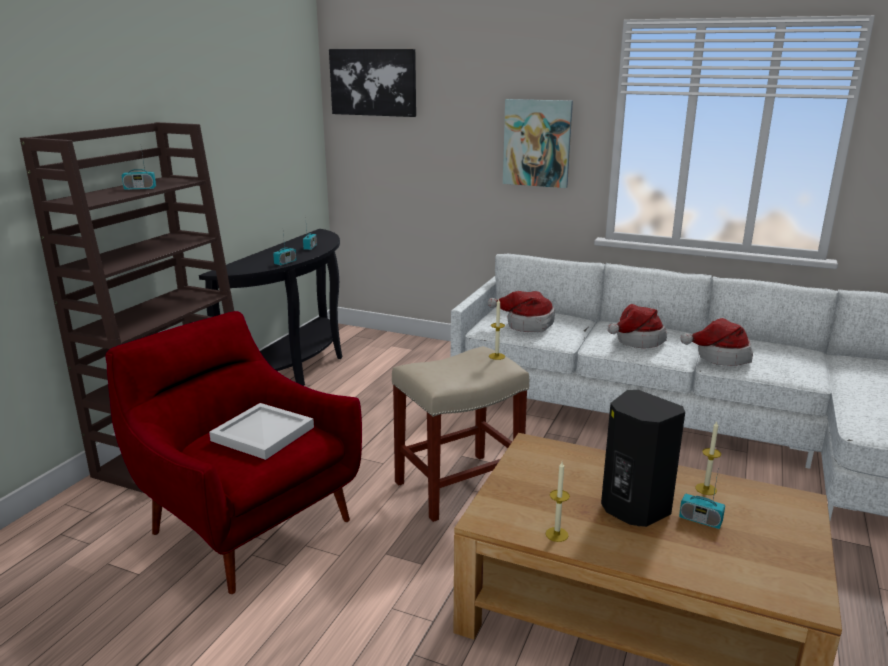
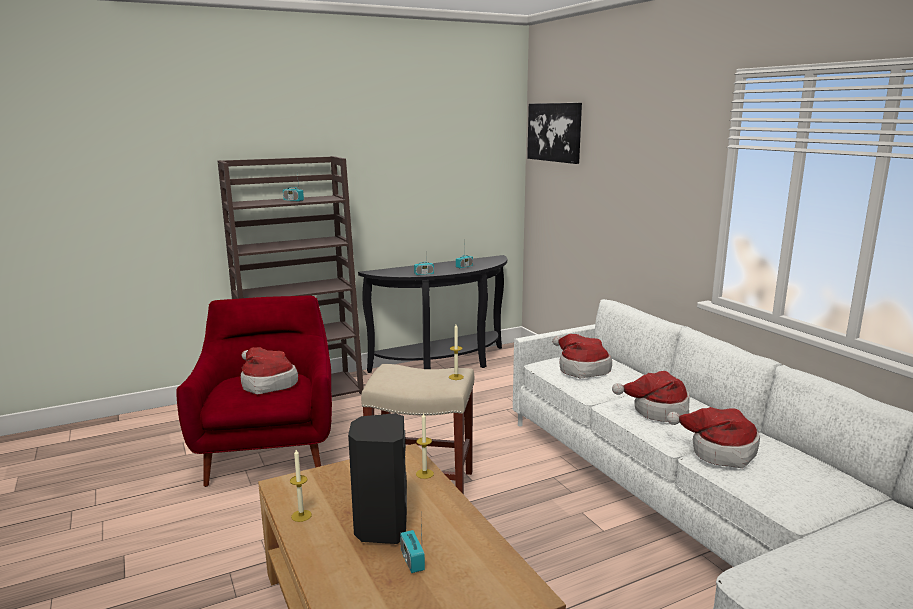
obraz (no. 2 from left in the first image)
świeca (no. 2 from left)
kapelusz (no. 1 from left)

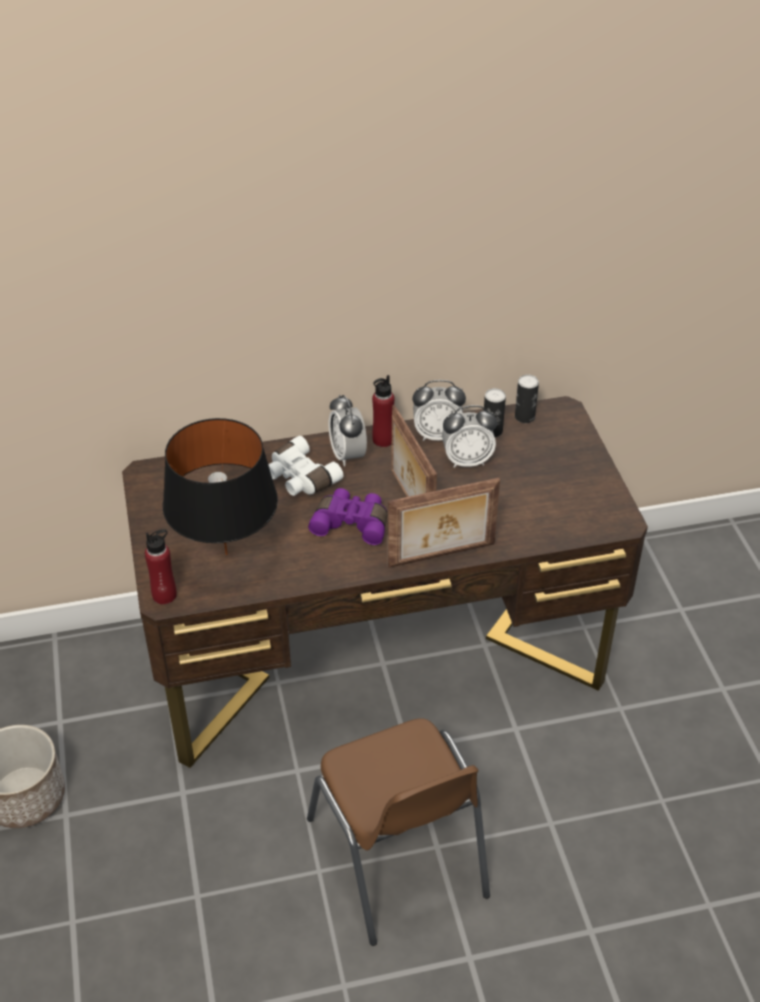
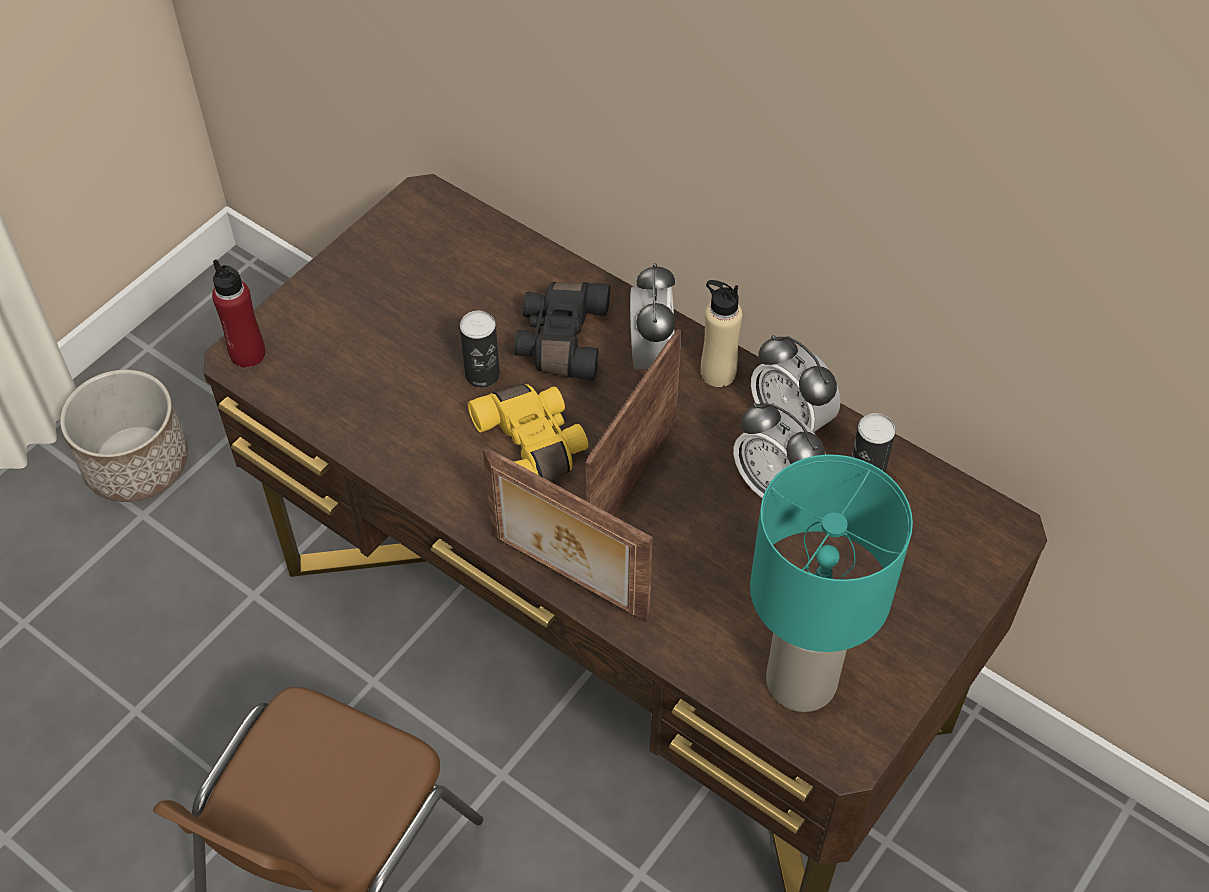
lampa stołowa/czarny
lampa stołowa/turkusowy
puszka (no. 1 from left)
lornetka/czarny
lornetka/żółty
butelka/beżowy
budzik (no. 1 from left)

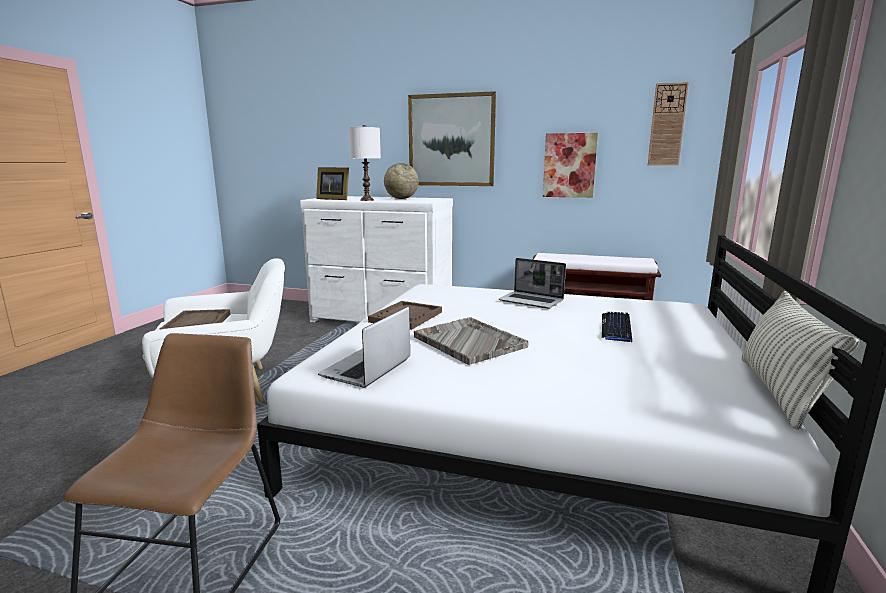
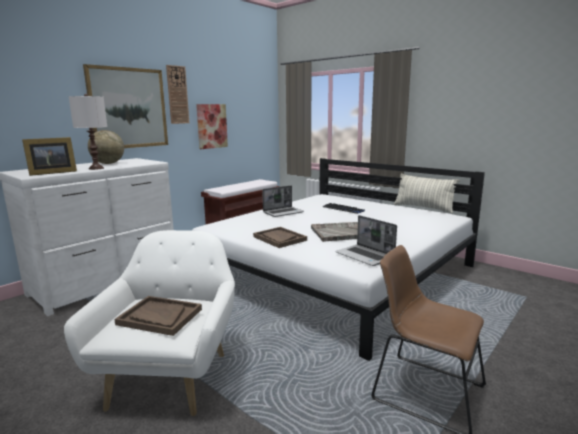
zegar ścienny

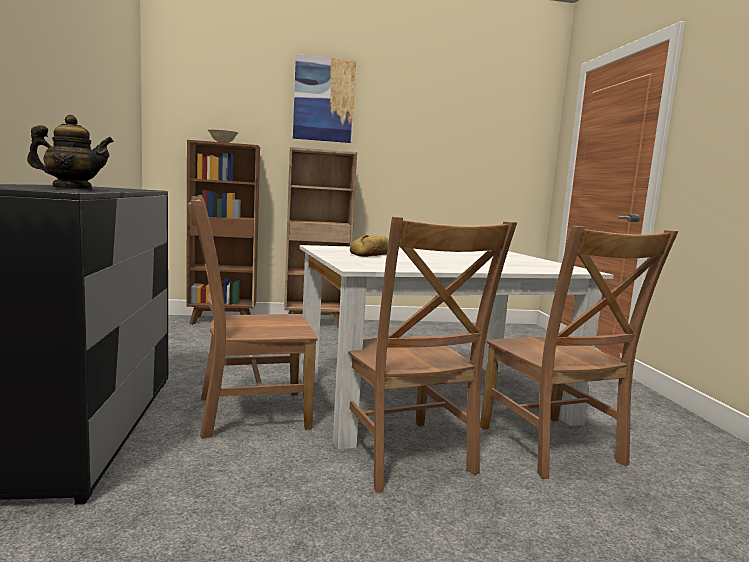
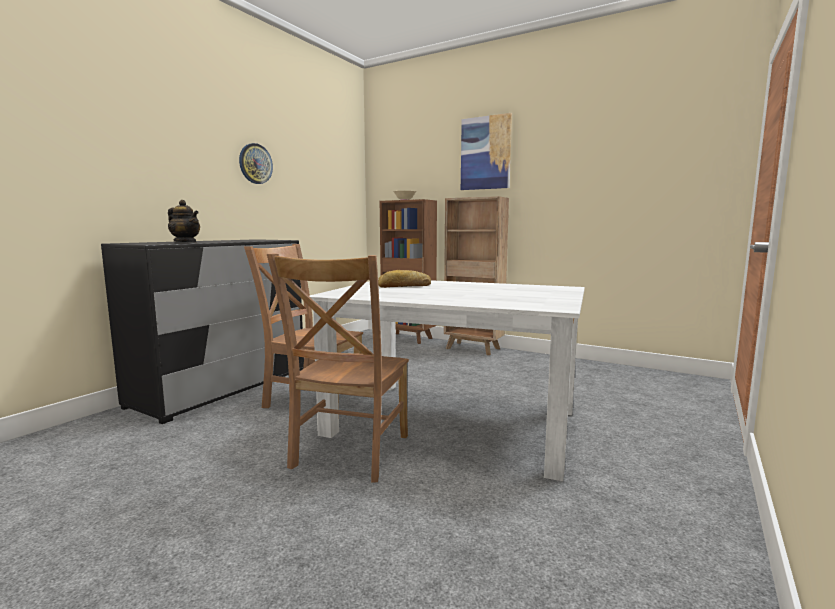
krzesło/brązowy (no. 3 from left in the first image)
zegar ścienny

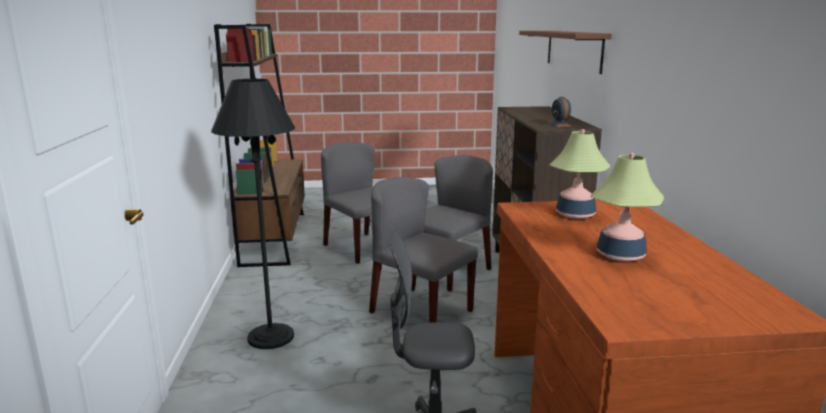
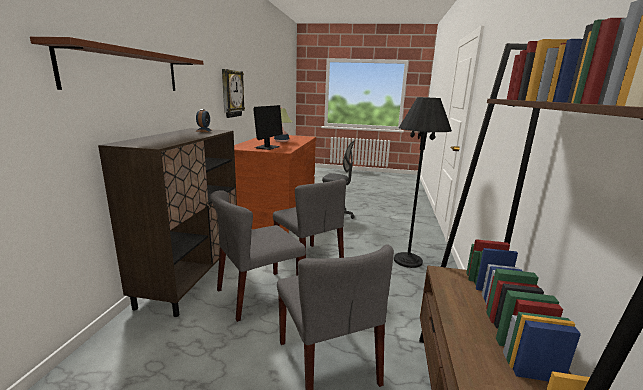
zegar ścienny
monitor

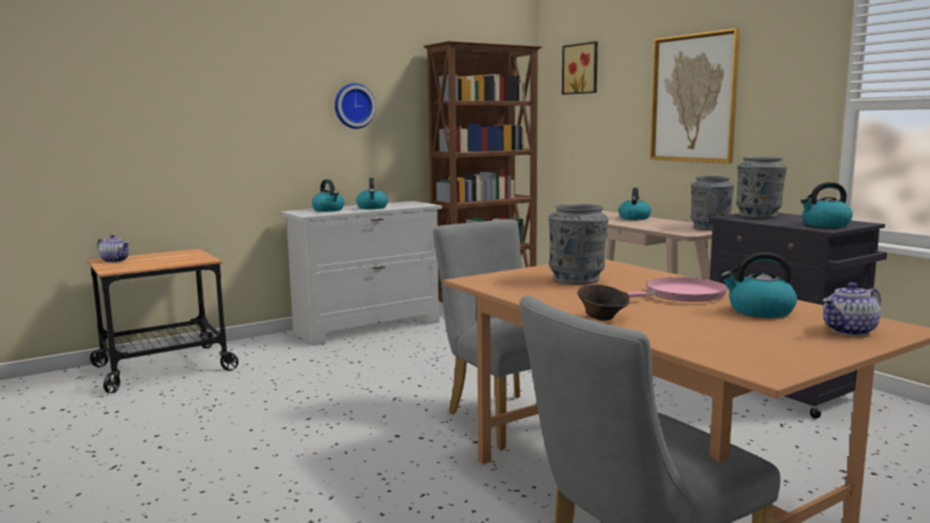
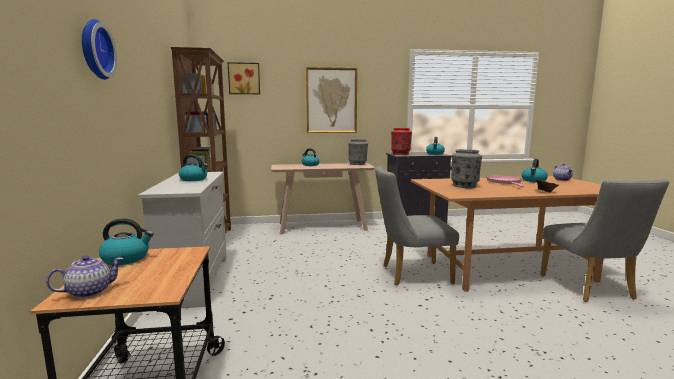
czajnik (no. 1 from left)
zegar ścienny
wazon/czerwony

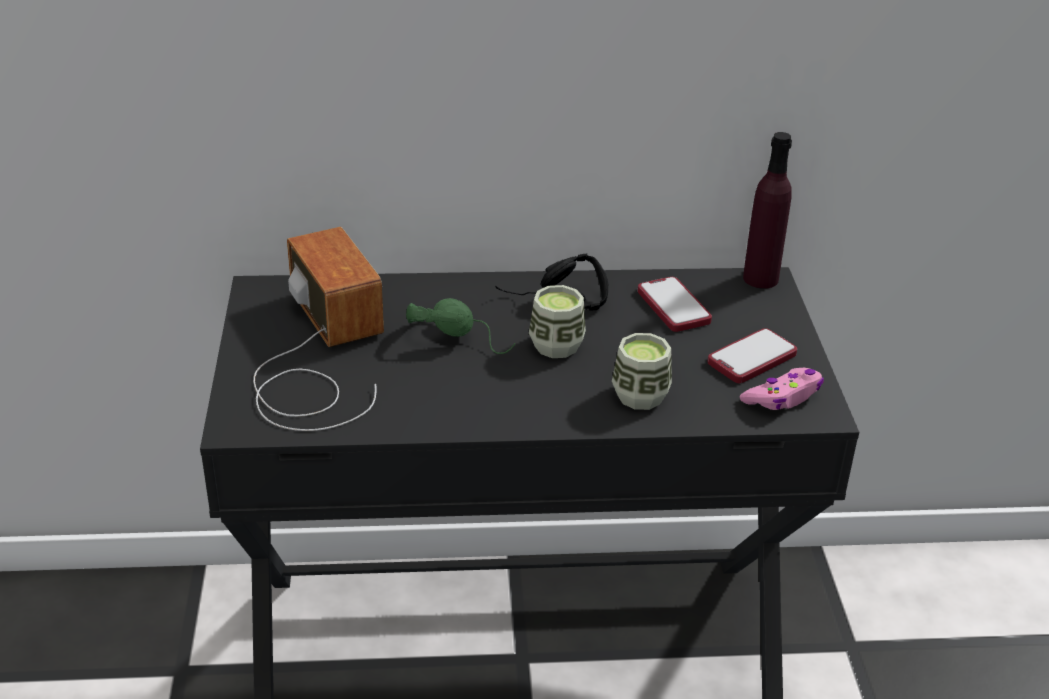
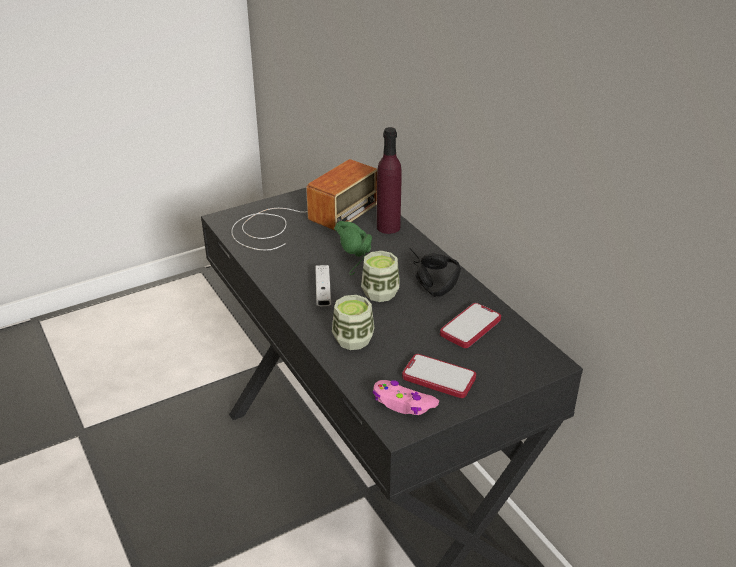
pad do gier/biały
butelka/fioletowy

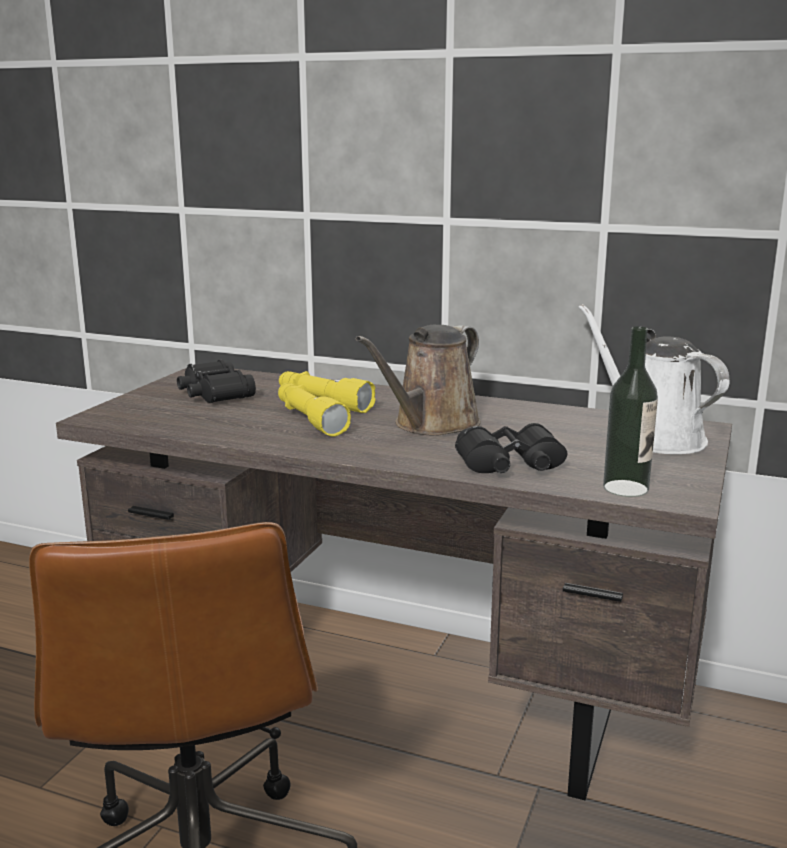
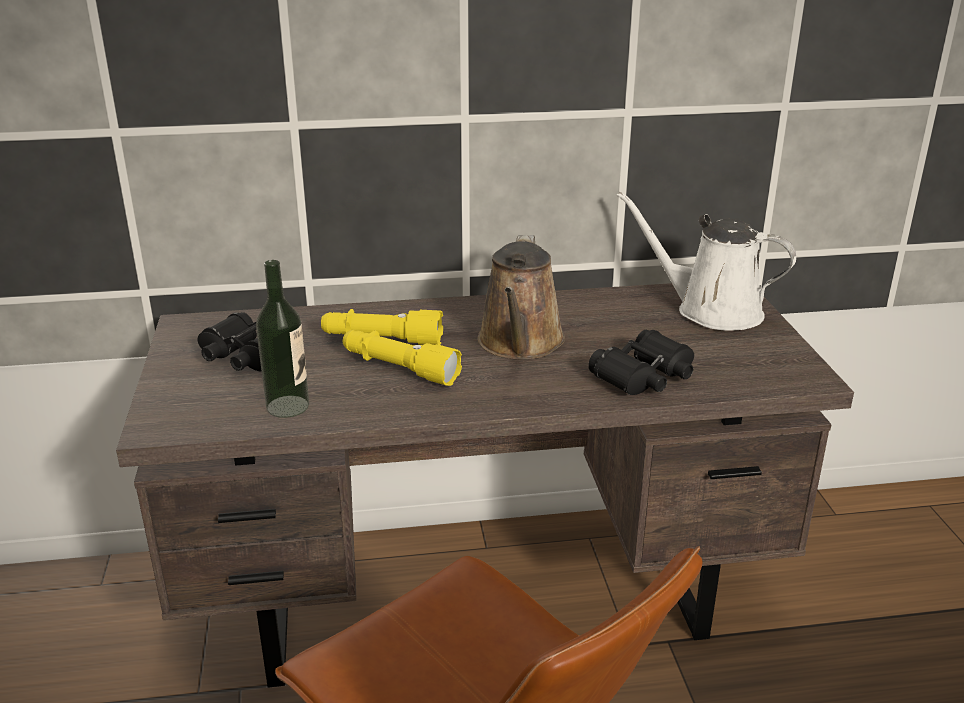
butelka

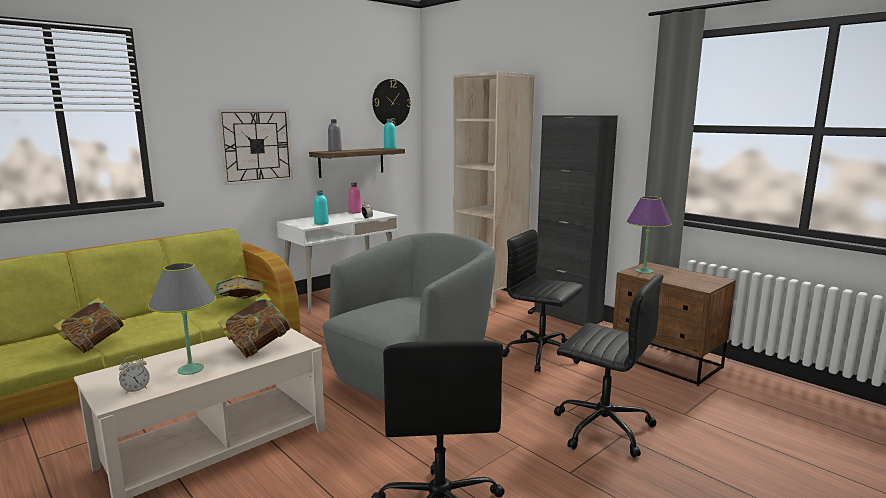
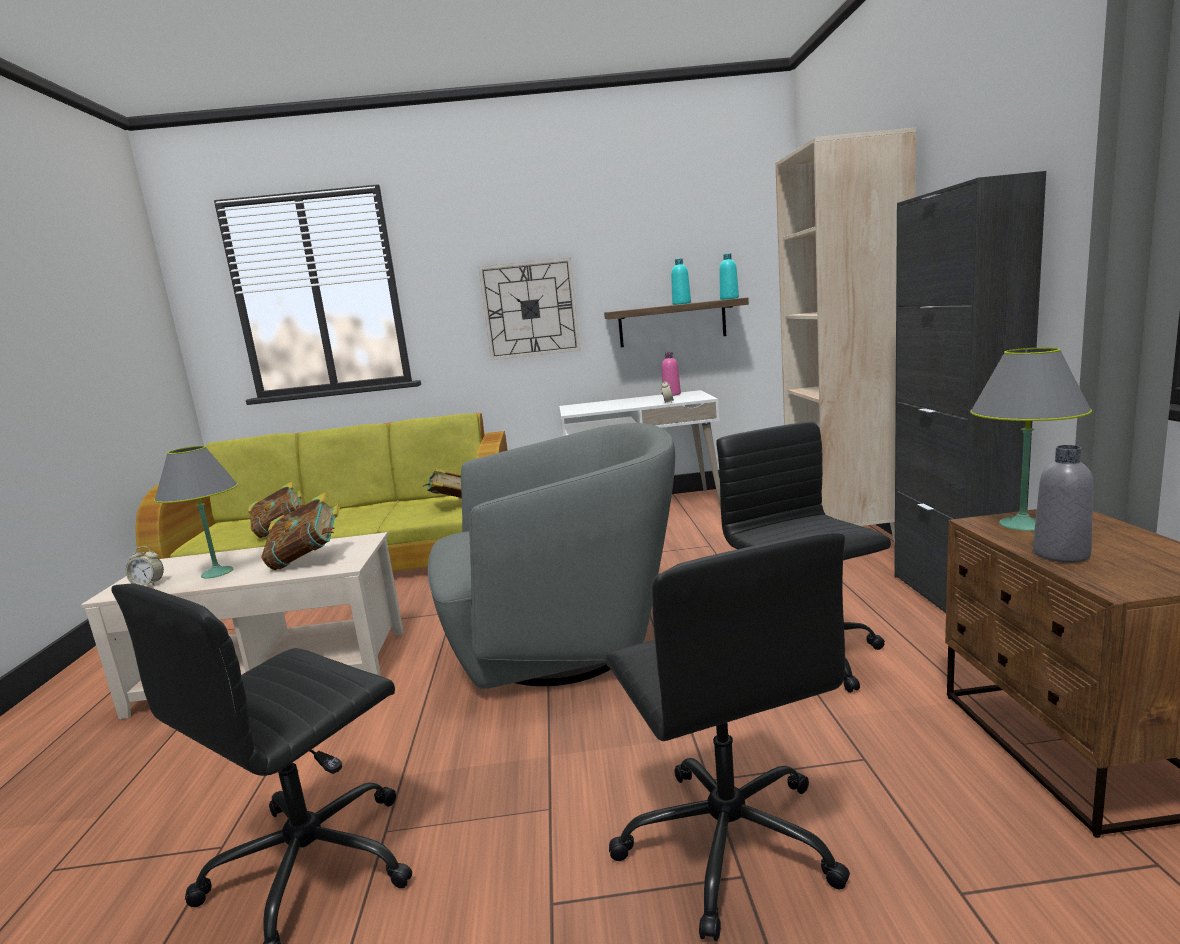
zegar ścienny (no. 2 from left in the first image)
butelka/turkusowy (no. 1 from left)
butelka/szary
lampa stołowa/szary (no. 2 from left)

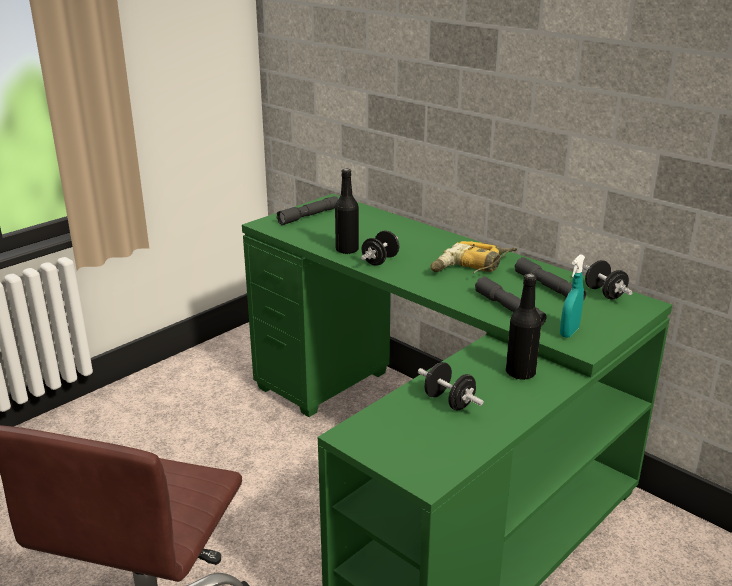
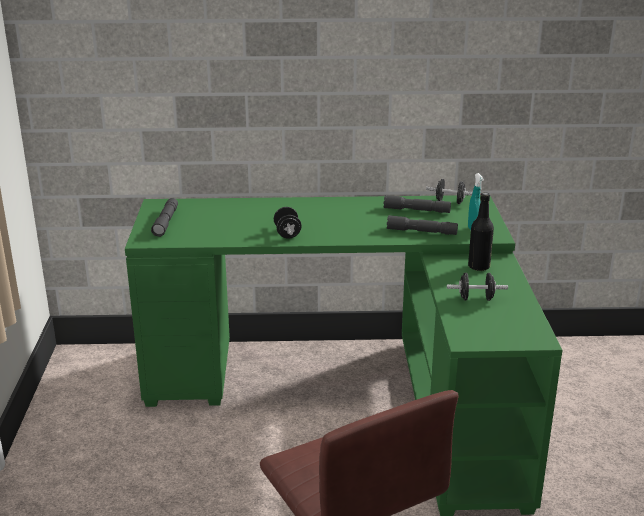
butelka/czarny (no. 1 from left in the first image)
wiertarka

